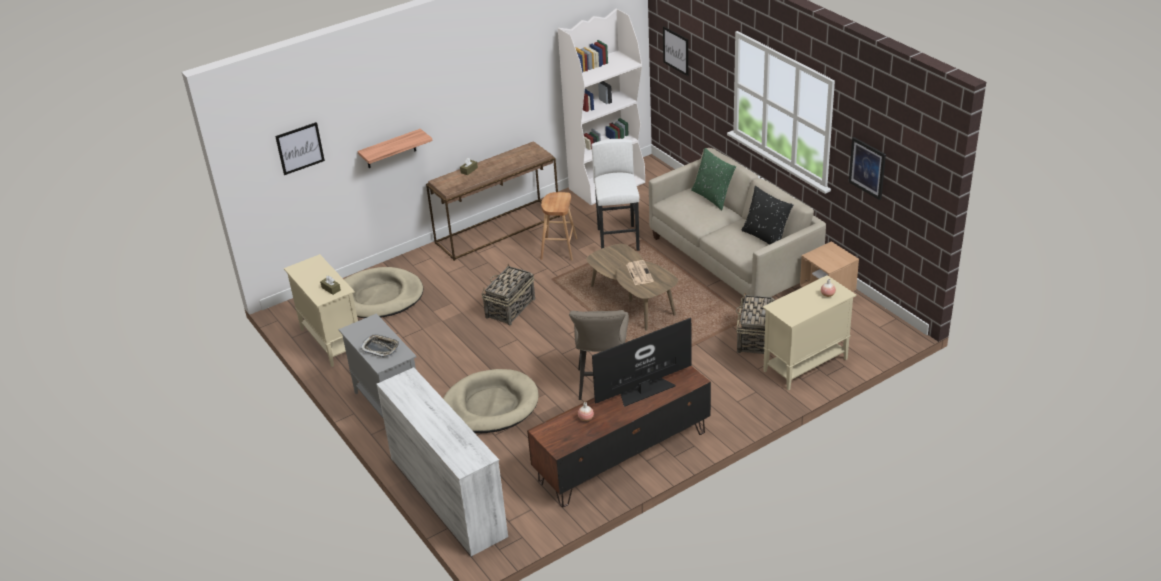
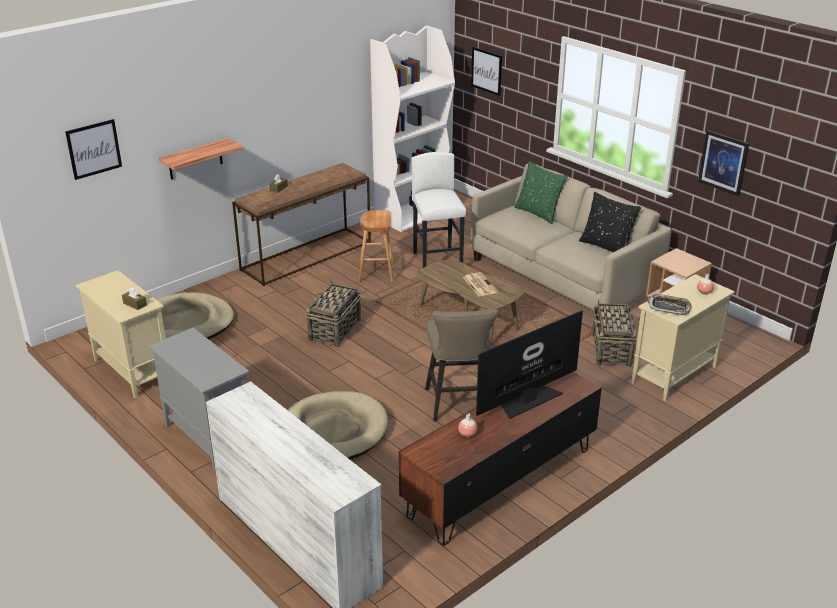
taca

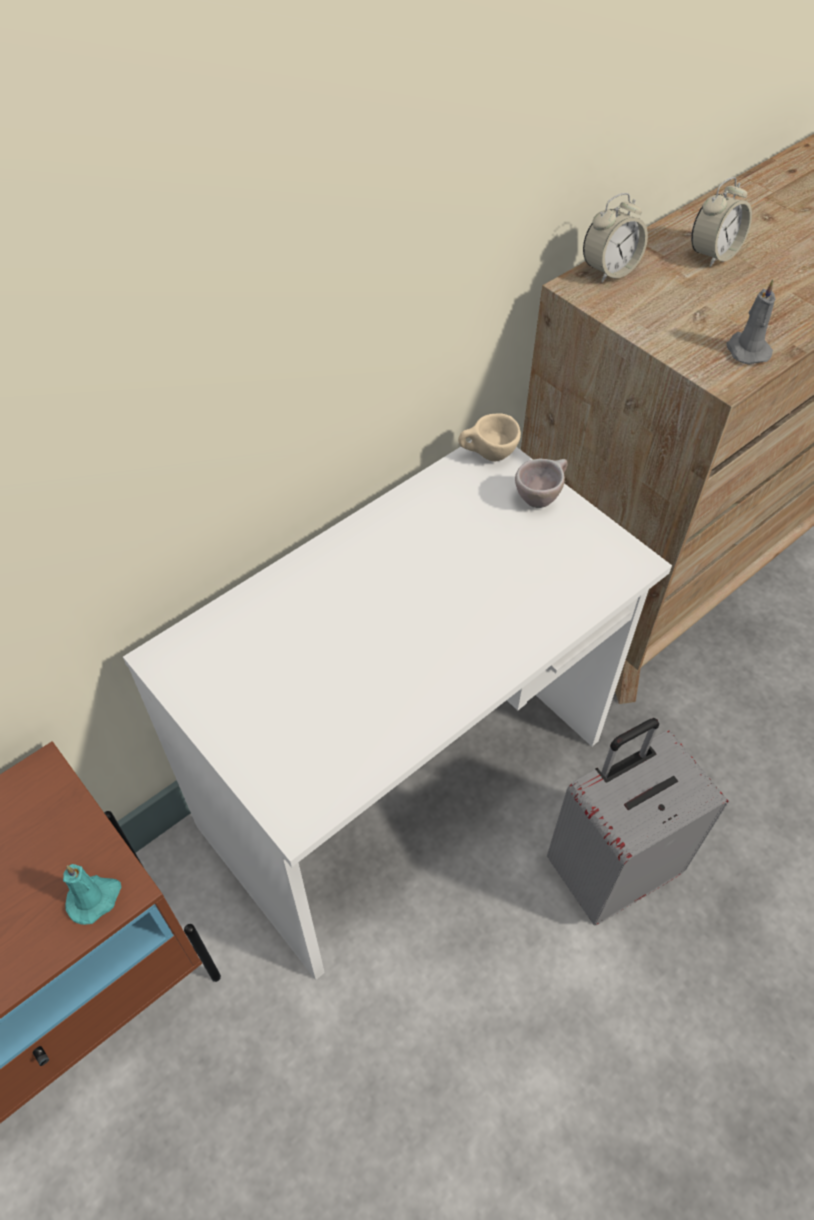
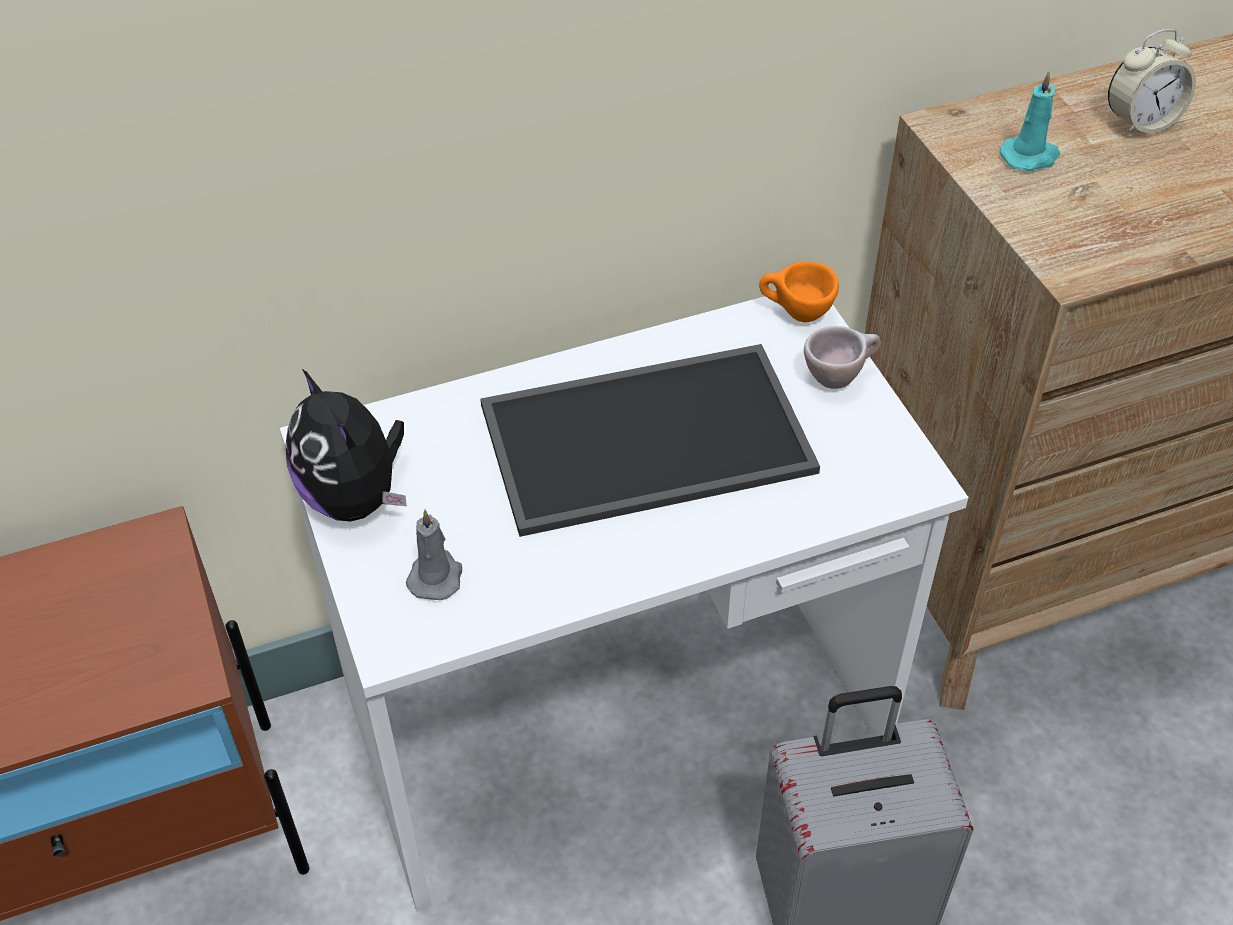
budzik (no. 1 from left in the first image)
pluszak
taca
świeca/turkusowy
świeca/szary
filiżanka/pomarańczowy

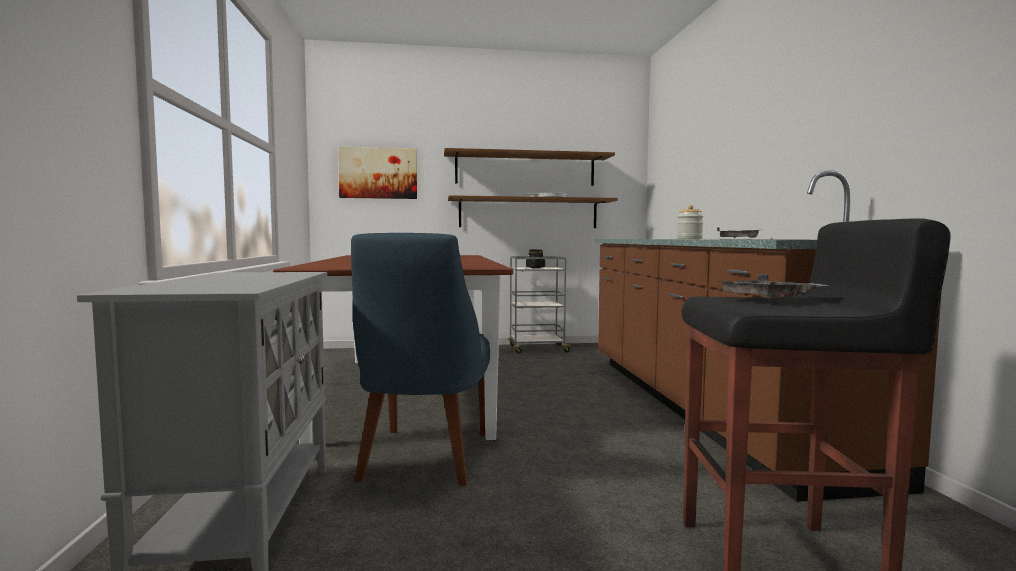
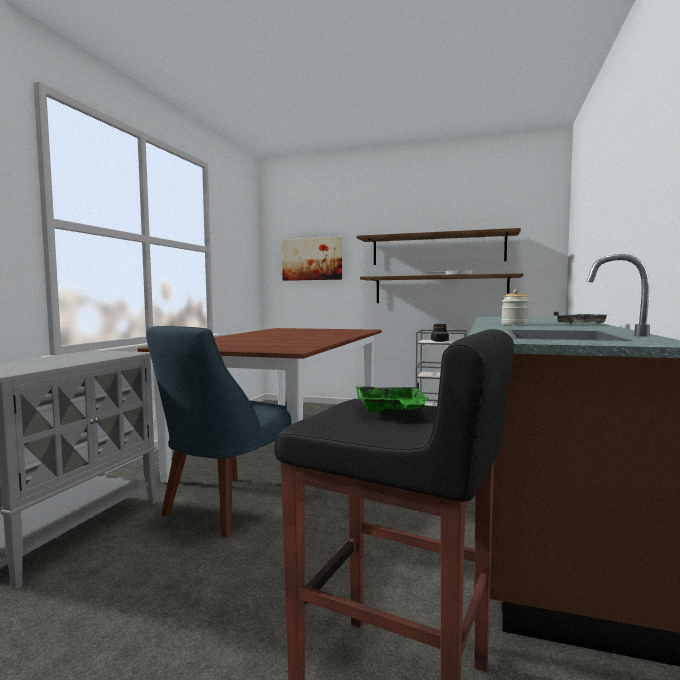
taca/zielony

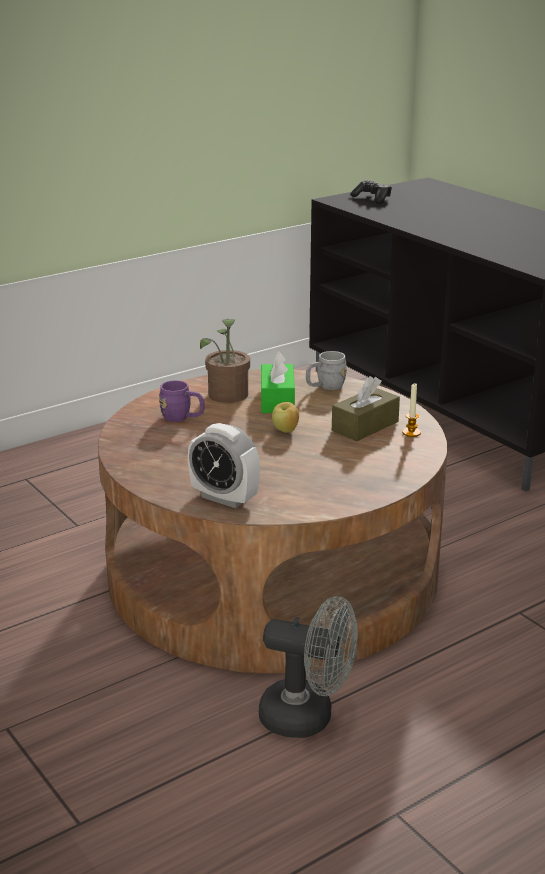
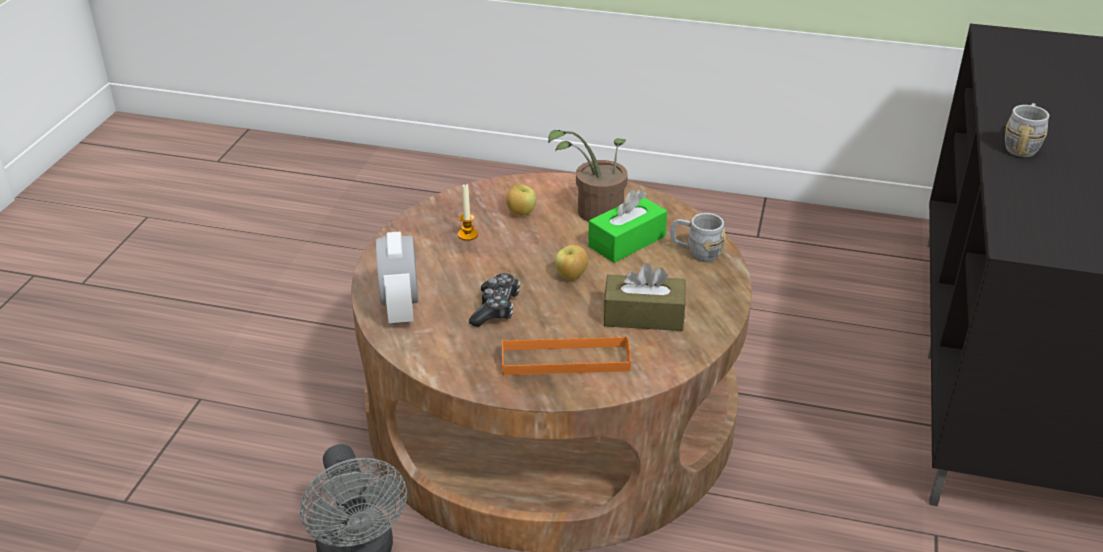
taca/pomarańczowy
kubek/szary (no. 2 from left)
pad do gier
świeca
jabłko (no. 1 from left)

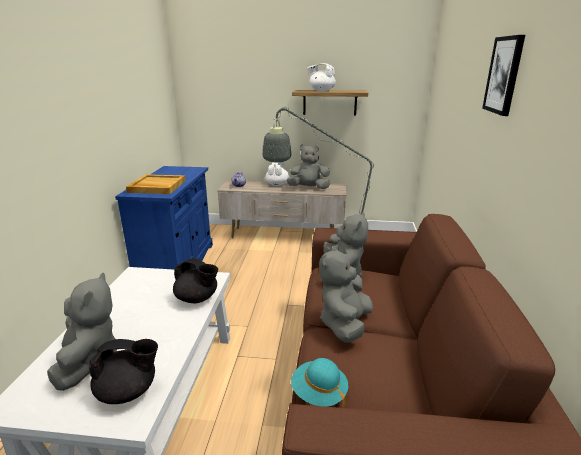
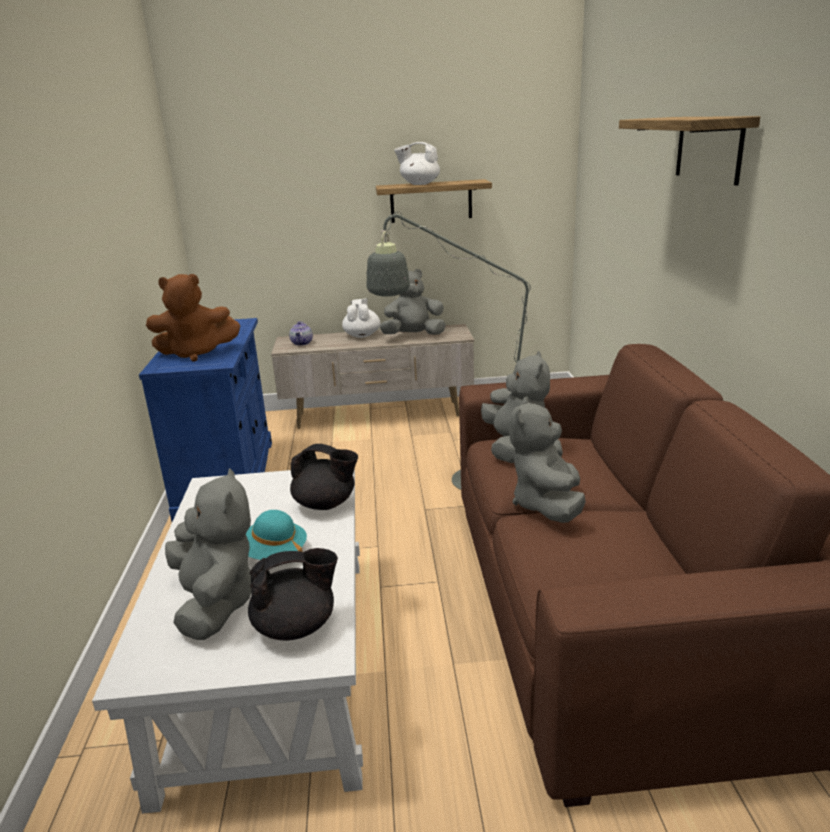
kapelusz/turkusowy
pluszak/brązowy
półka (no. 2 from left)

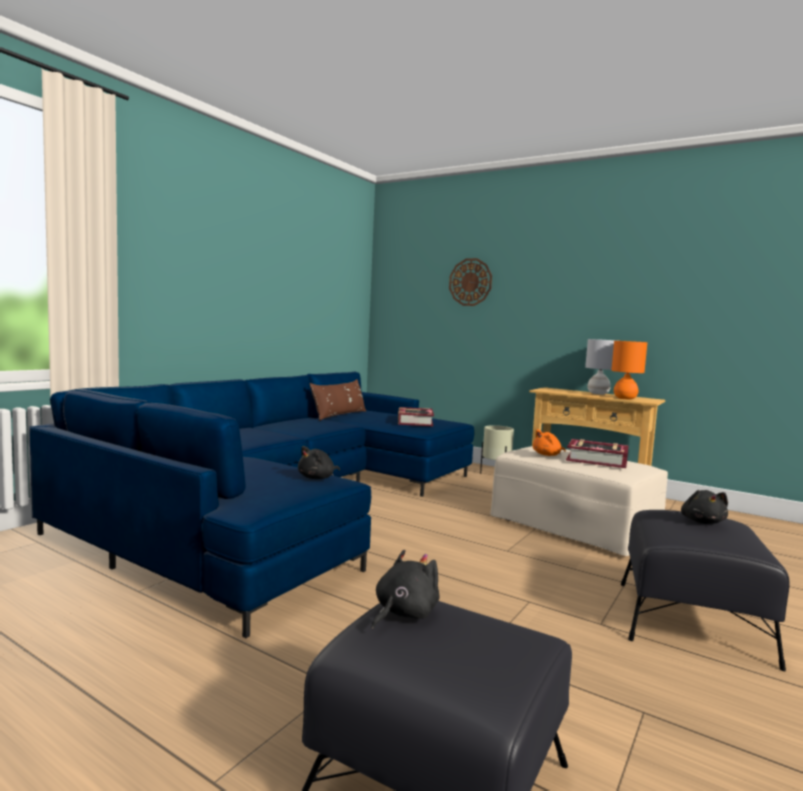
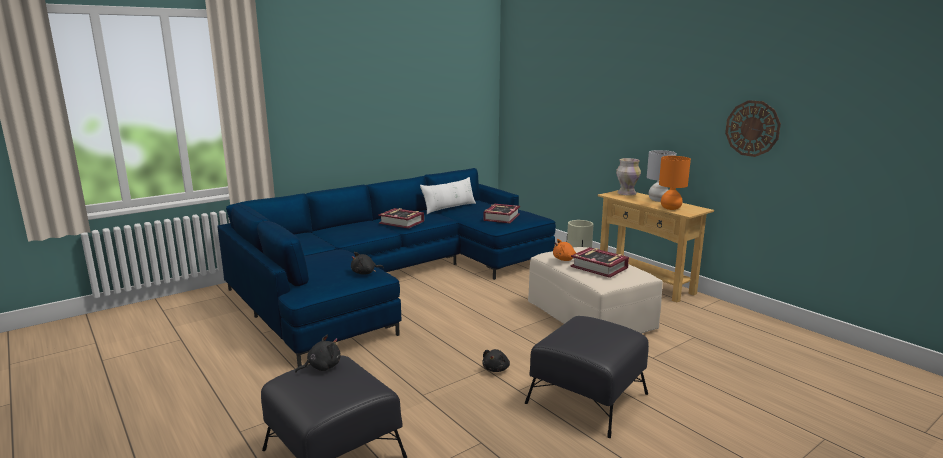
książka (no. 1 from left)
wazon
zegar ścienny
pluszak/czarny (no. 3 from left)
poduszka/biały

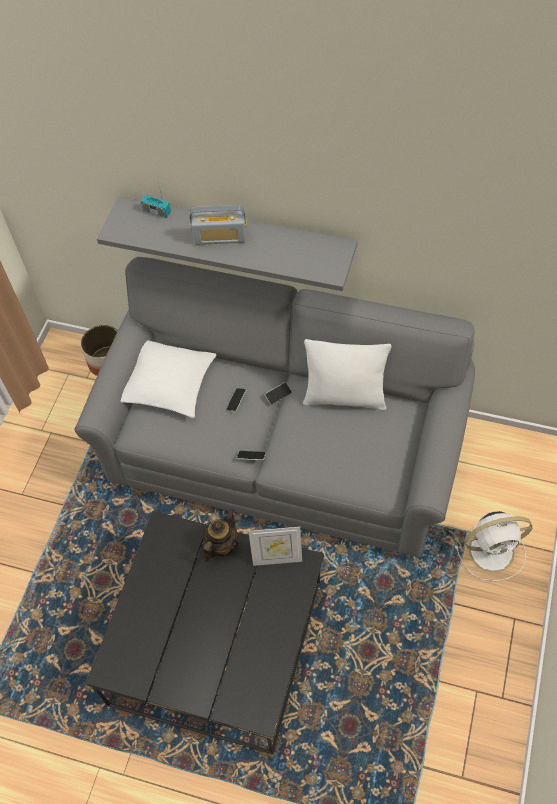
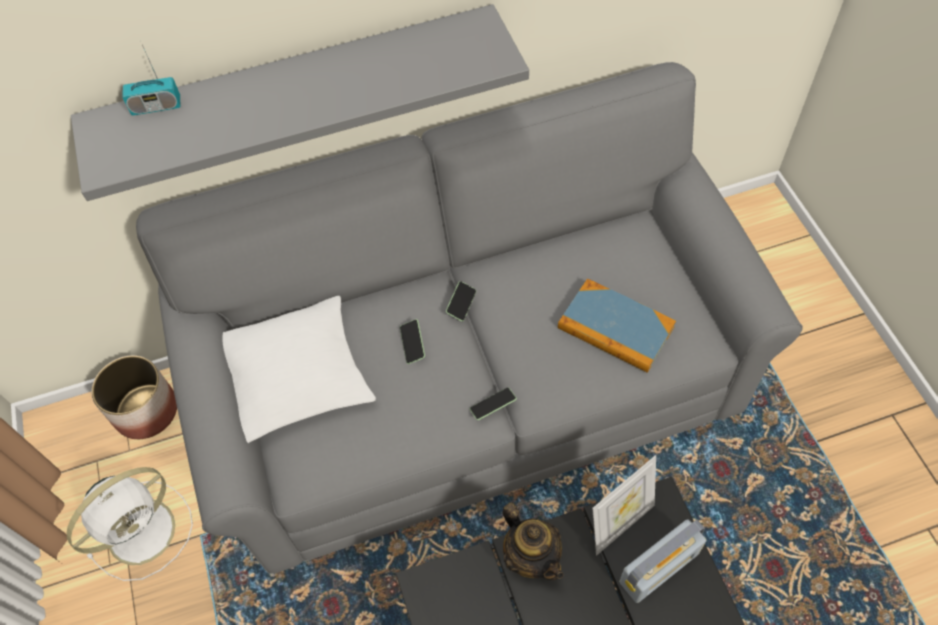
poduszka/biały (no. 2 from left in the first image)
książka
radio (no. 2 from left)
wentylator/biały
imbryk

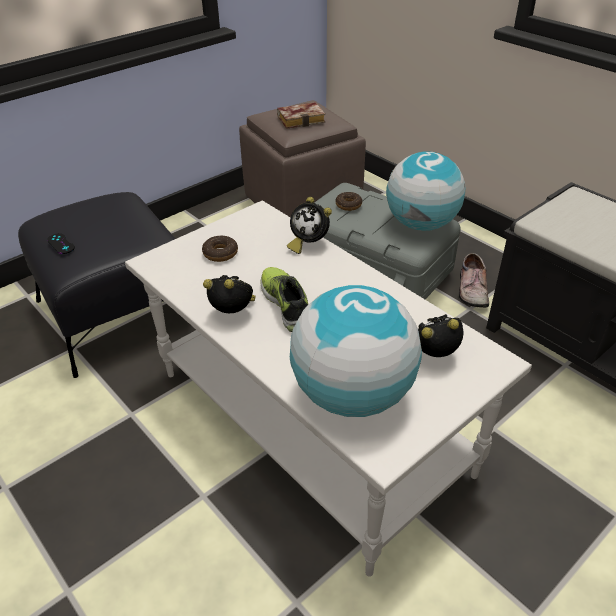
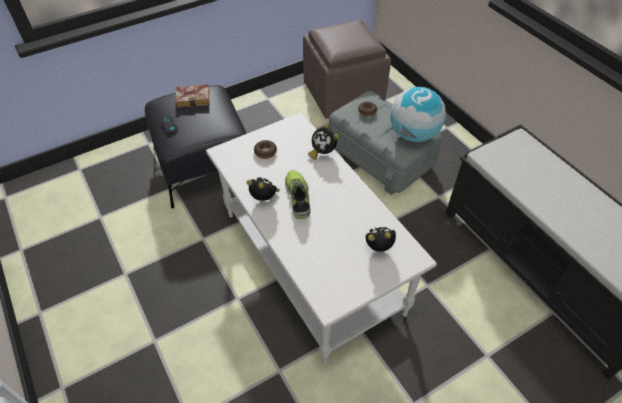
globus (no. 1 from left in the first image)
but (no. 2 from left in the first image)
książka

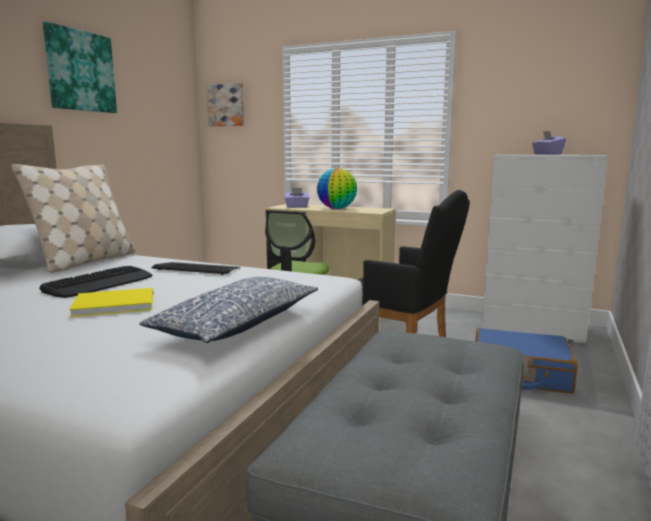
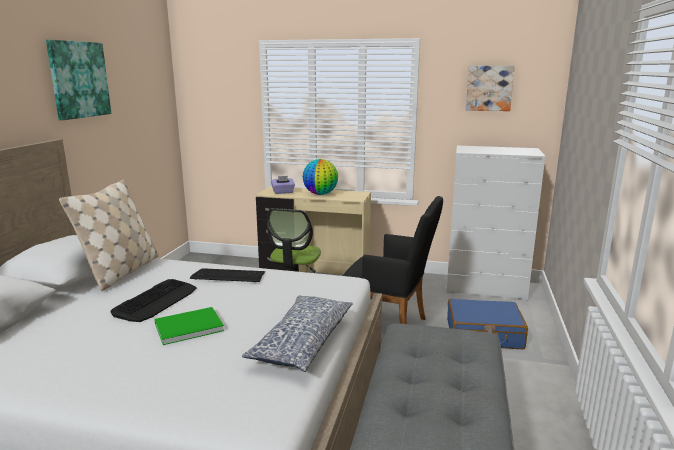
pudełko chusteczek/fioletowy (no. 2 from left in the first image)
obraz (no. 2 from left)
książka/zielony

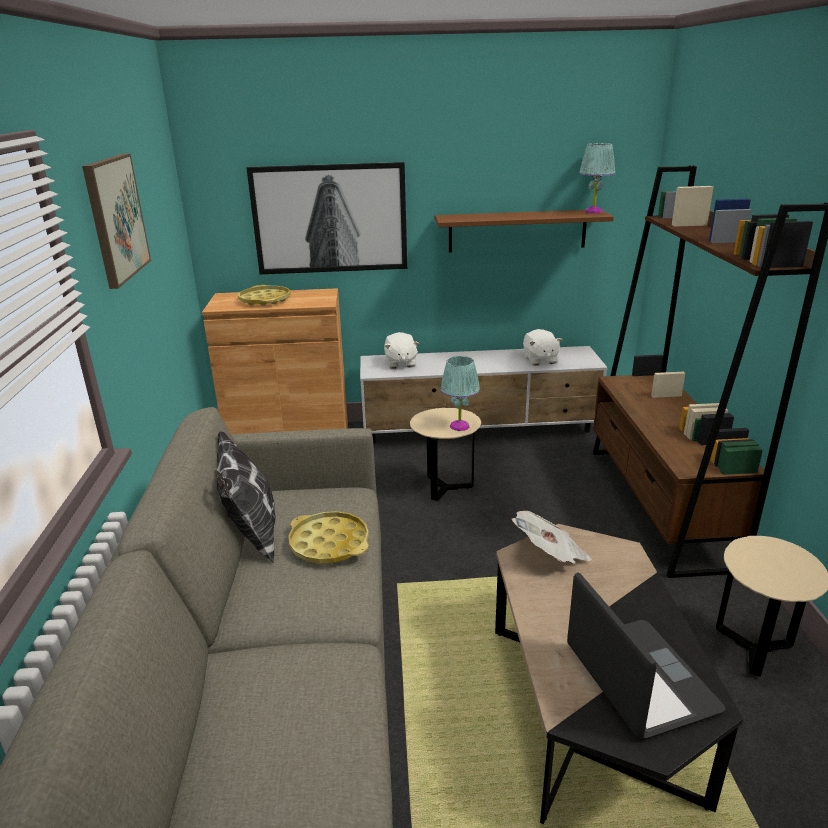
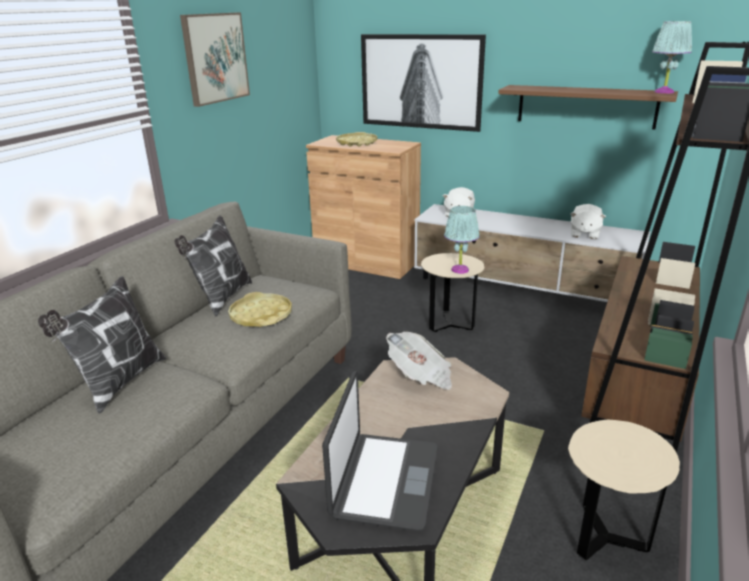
poduszka (no. 1 from left)

